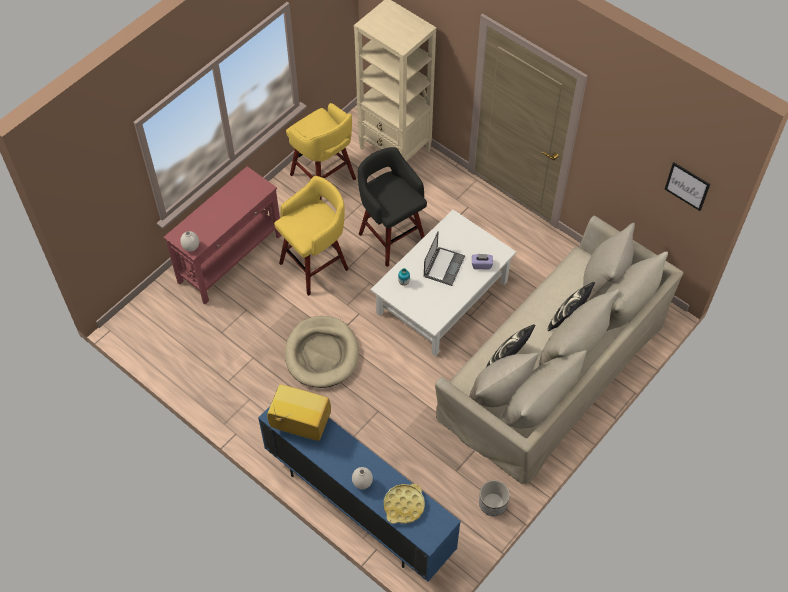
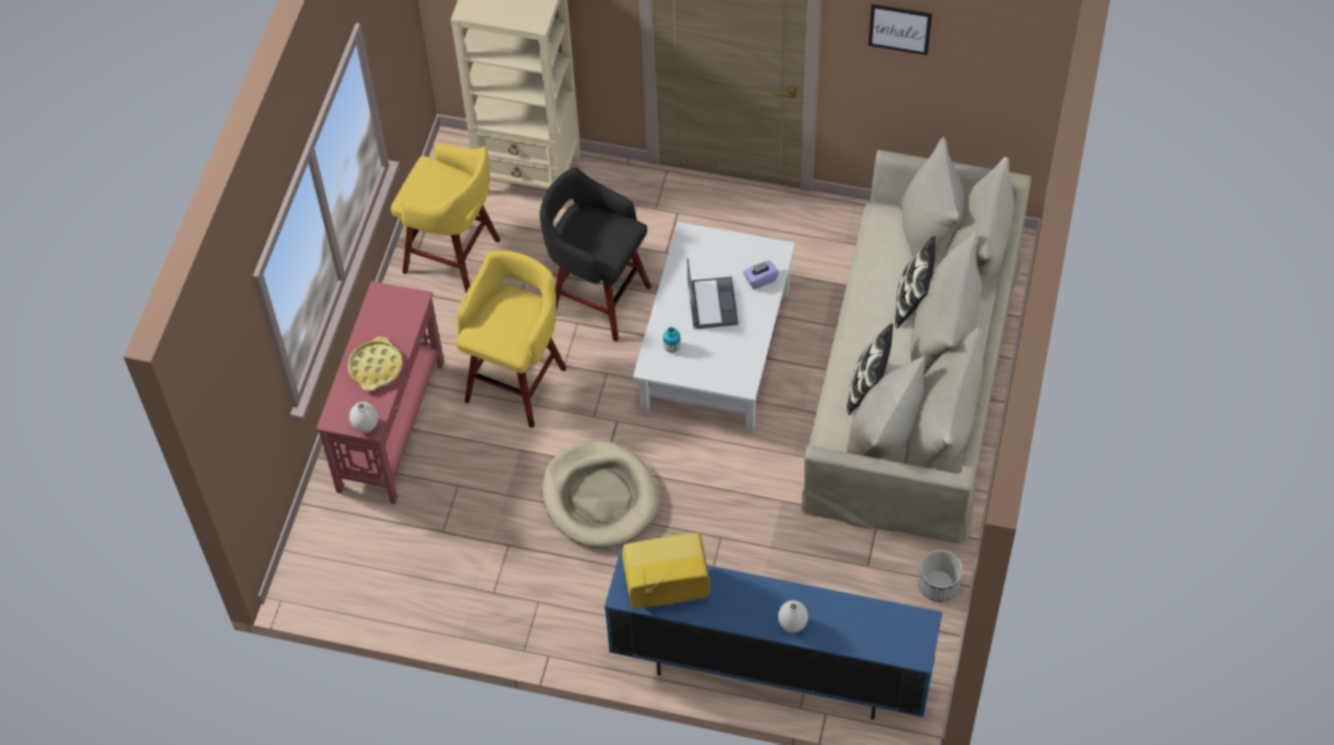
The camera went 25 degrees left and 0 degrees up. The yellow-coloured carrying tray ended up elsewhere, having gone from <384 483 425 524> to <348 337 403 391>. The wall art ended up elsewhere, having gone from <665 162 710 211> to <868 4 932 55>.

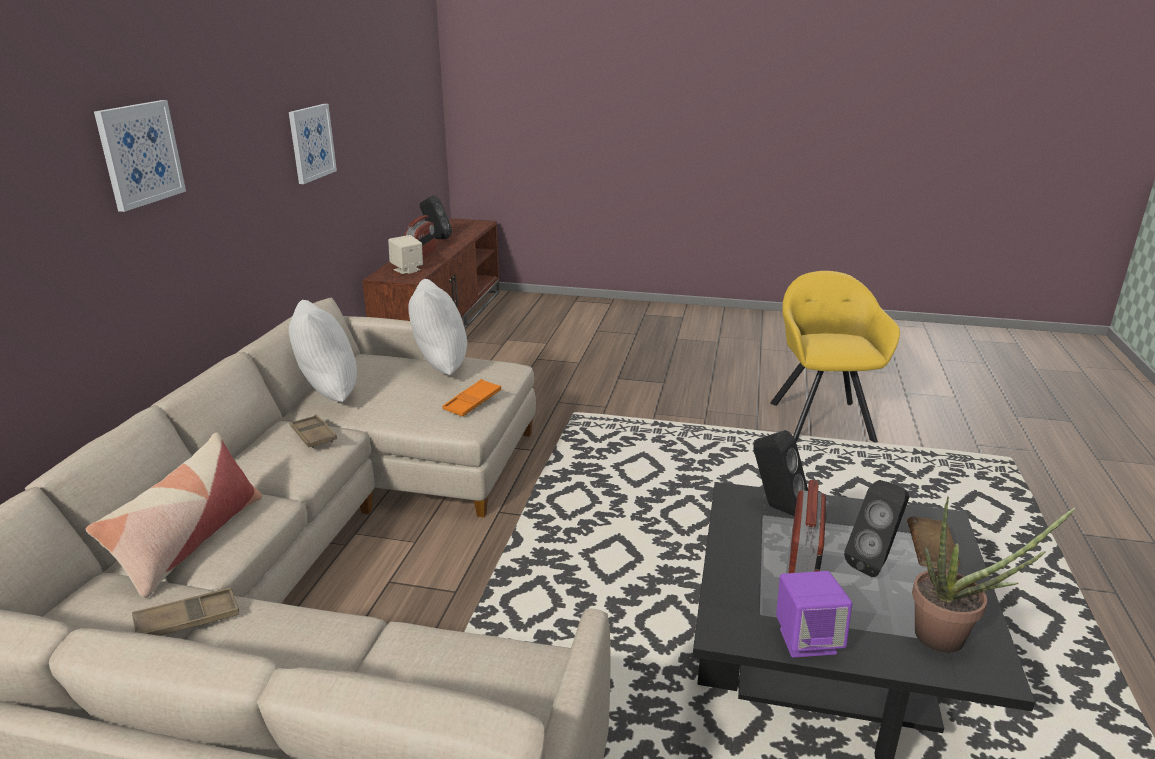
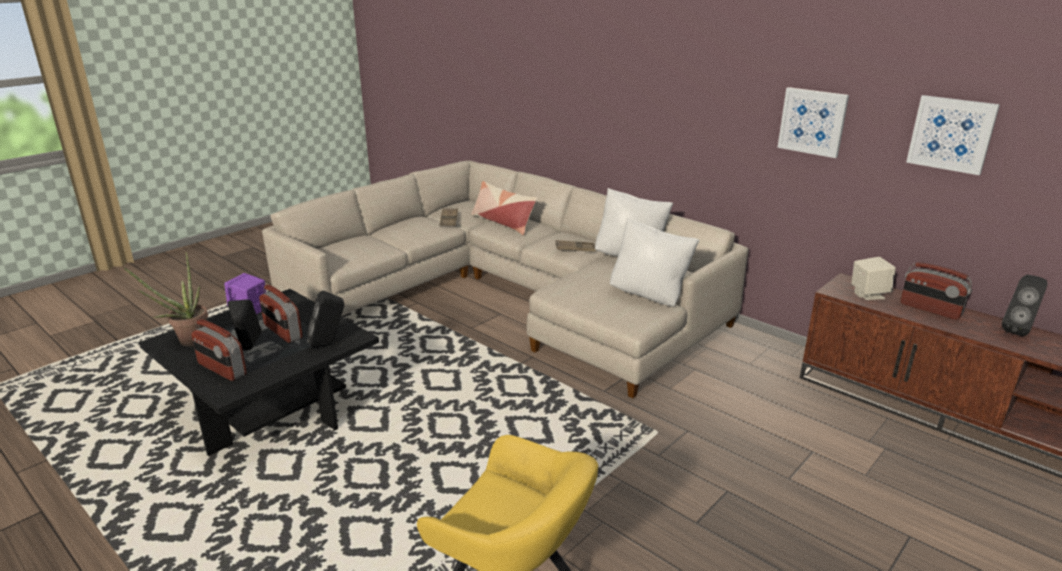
The camera went 120 degrees right and 0 degrees up. Where the brown book stood at <907 516 961 570>, the radio set came to stand at <191 319 247 381>. The wall art ended up elsewhere, having gone from <94 100 186 212> to <906 95 1000 175>. The second view lost the orangey carrying tray at <443 379 501 417>.

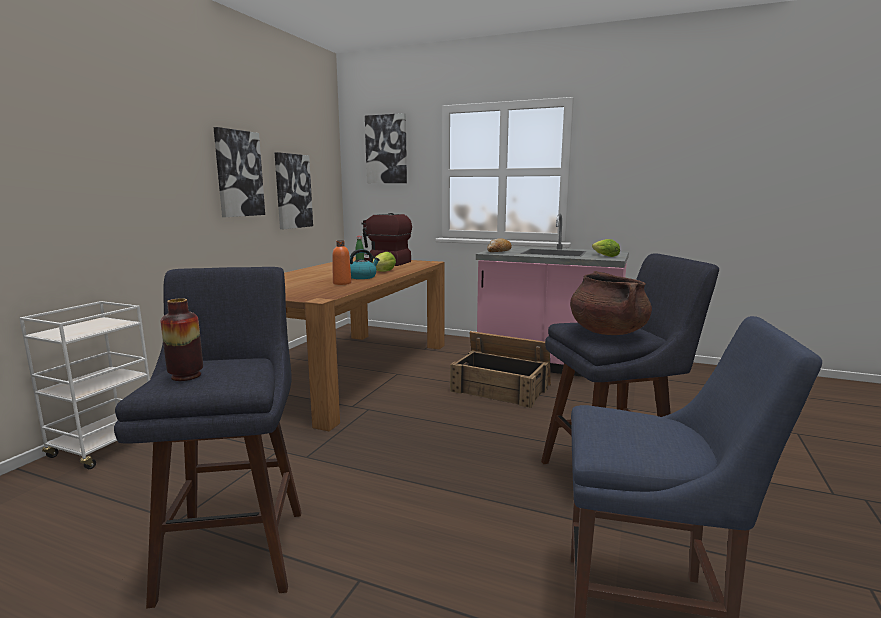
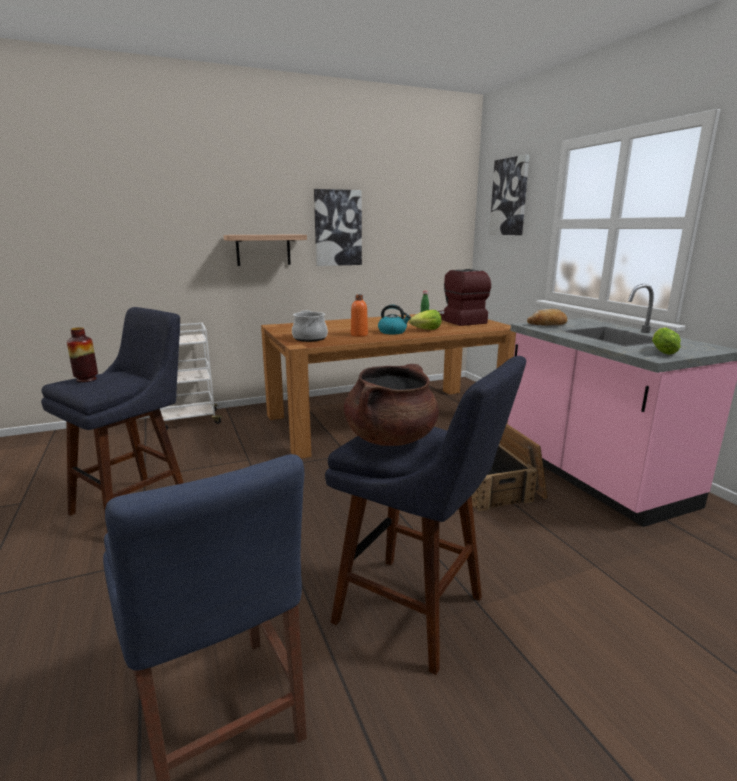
The camera went 45 degrees right and 5 degrees up. The second view gained the shelf at <224 235 307 266>. The second view gained the cooking pot at <292 310 328 342>. The second view lost the wall art at <275 152 313 229>.

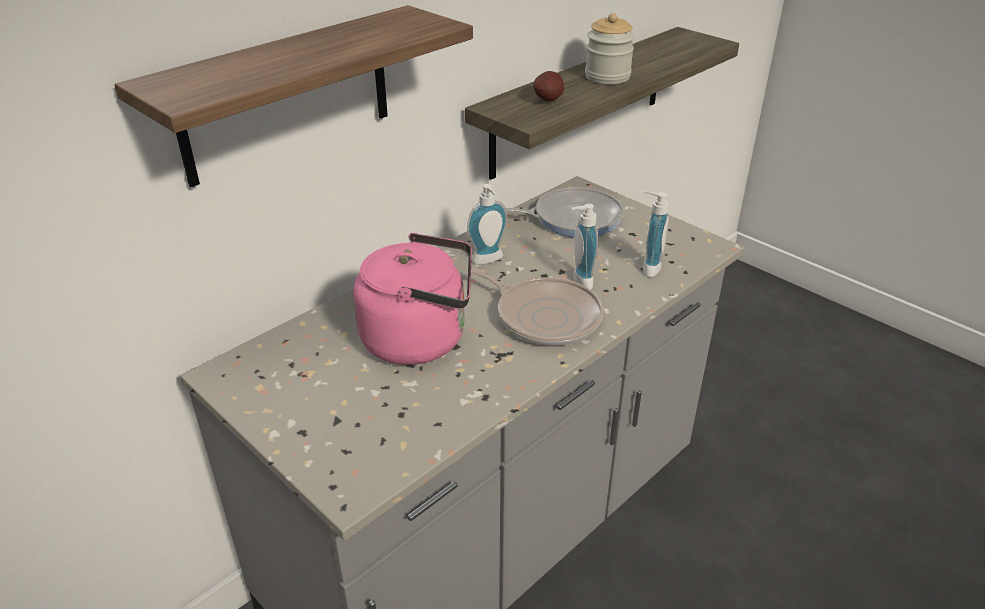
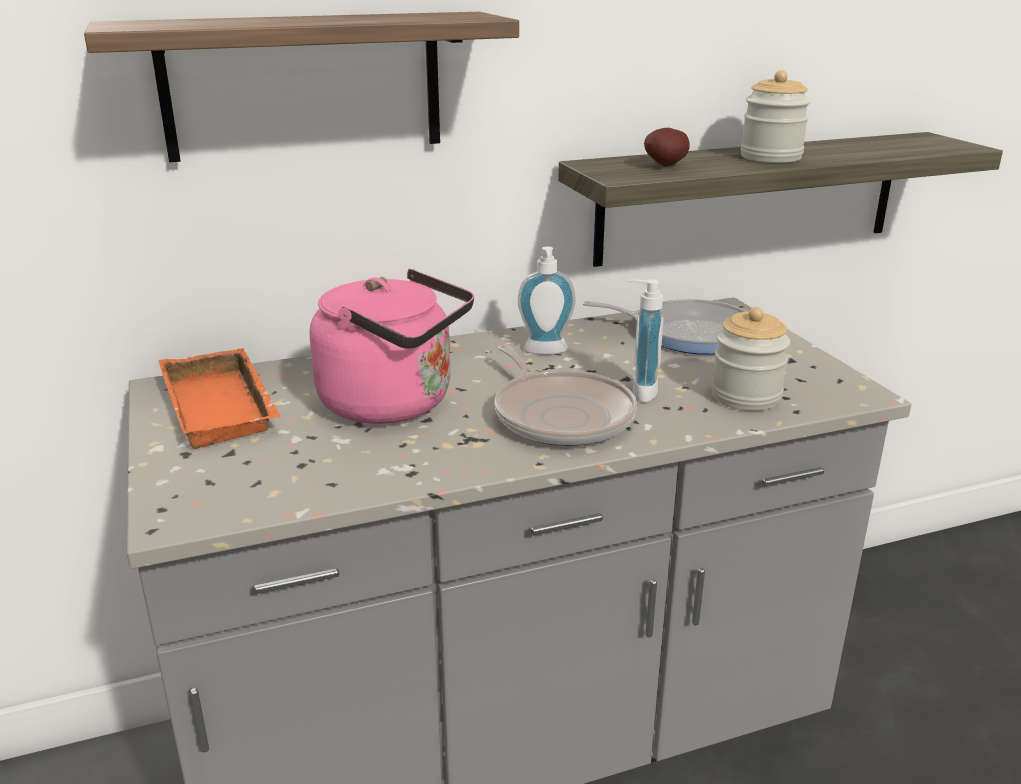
The camera went 25 degrees right and 10 degrees down. The second view gained the orangey carrying tray at <159 348 281 449>. Where the soap bottle stood at <643 191 669 277>, the storage jar came to stand at <711 307 790 411>.

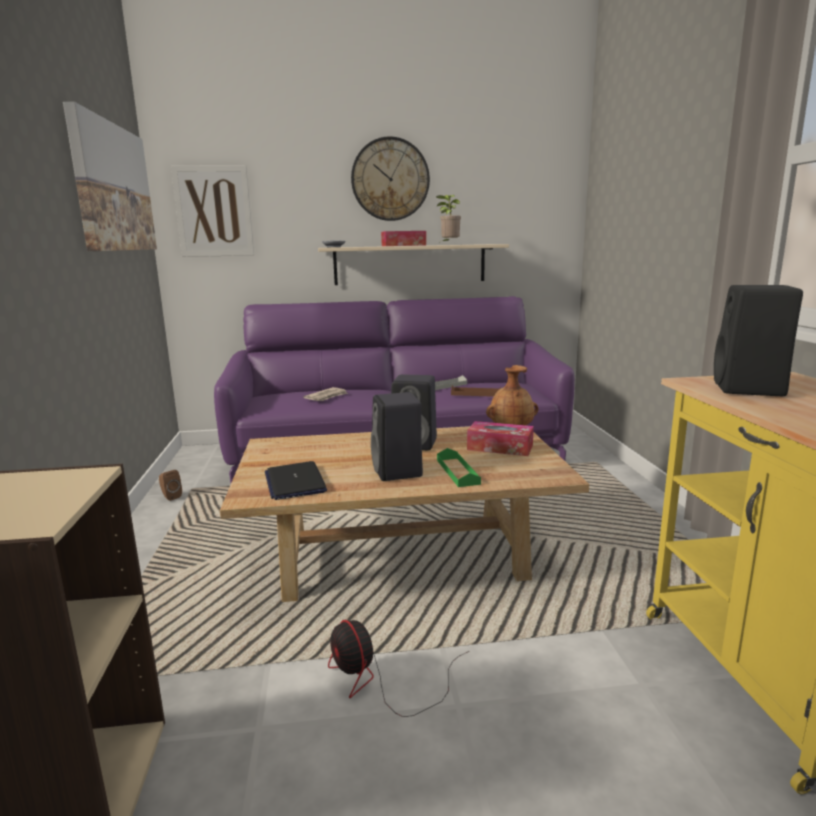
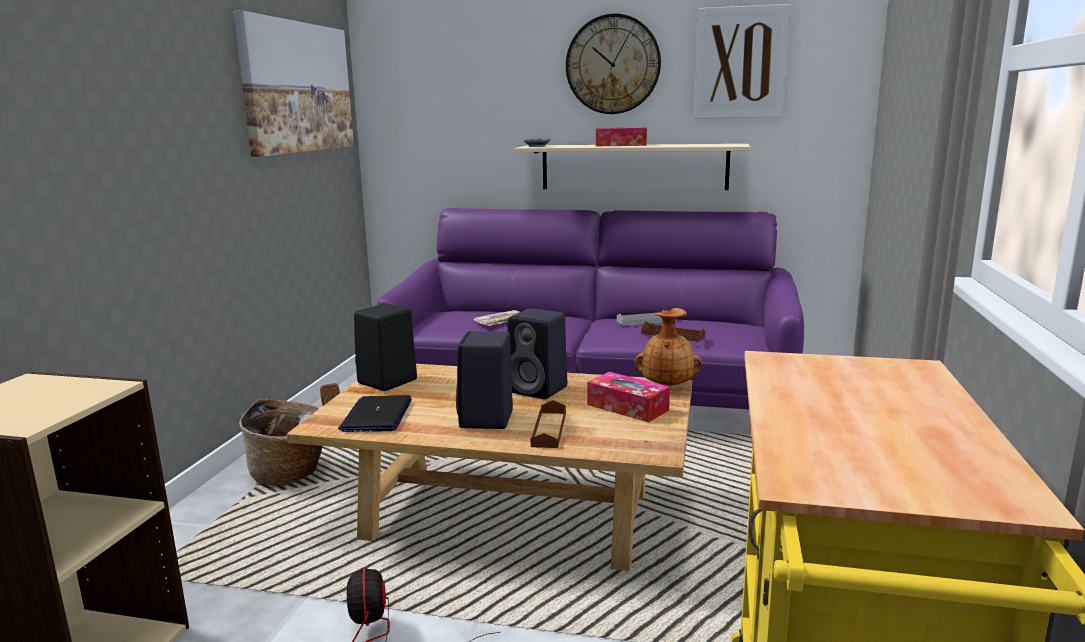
The camera went 20 degrees right and 0 degrees up. The second view gained the basket at <239 399 322 486>. The black loudspeaker ended up elsewhere, having gone from <714 285 803 396> to <354 304 417 391>. What was the green carrying tray at <437 448 481 487> turned into the brown carrying tray at <531 400 566 448>. The wall art ended up elsewhere, having gone from <171 165 254 257> to <694 4 790 119>. The second view lost the houseplant at <436 195 461 243>.

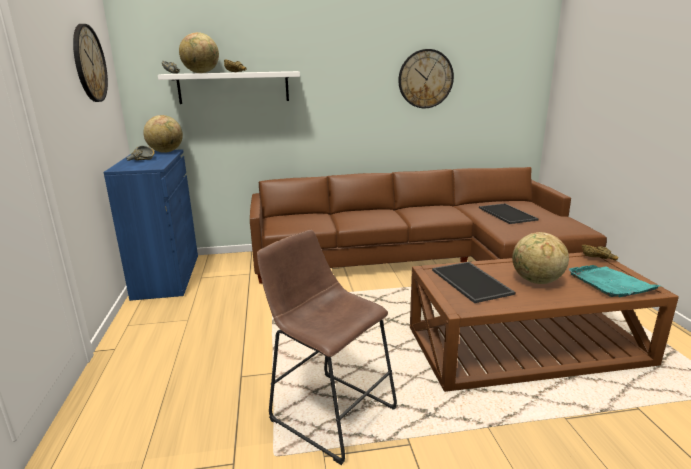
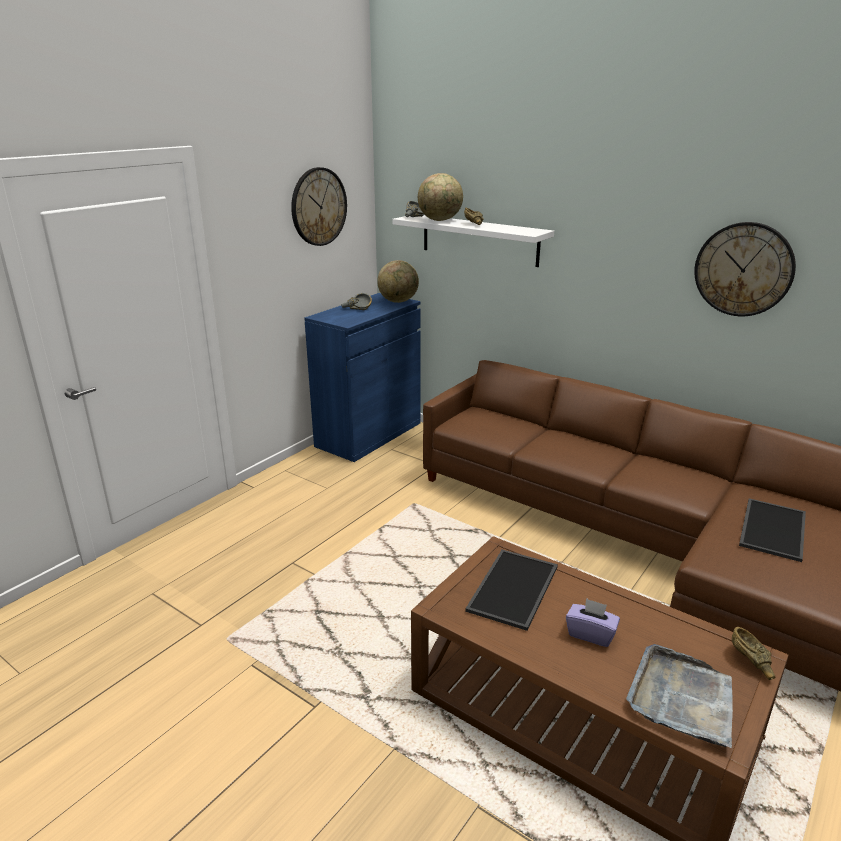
The camera went 45 degrees right and 5 degrees up. Where the desk globe stood at <512 232 569 284>, the purple tissue box came to stand at <566 598 620 647>. What was the turquoise-coloured carrying tray at <569 265 660 297> turned into the gray carrying tray at <626 644 733 748>. The second view lost the brown sitting stool at <257 230 397 465>.

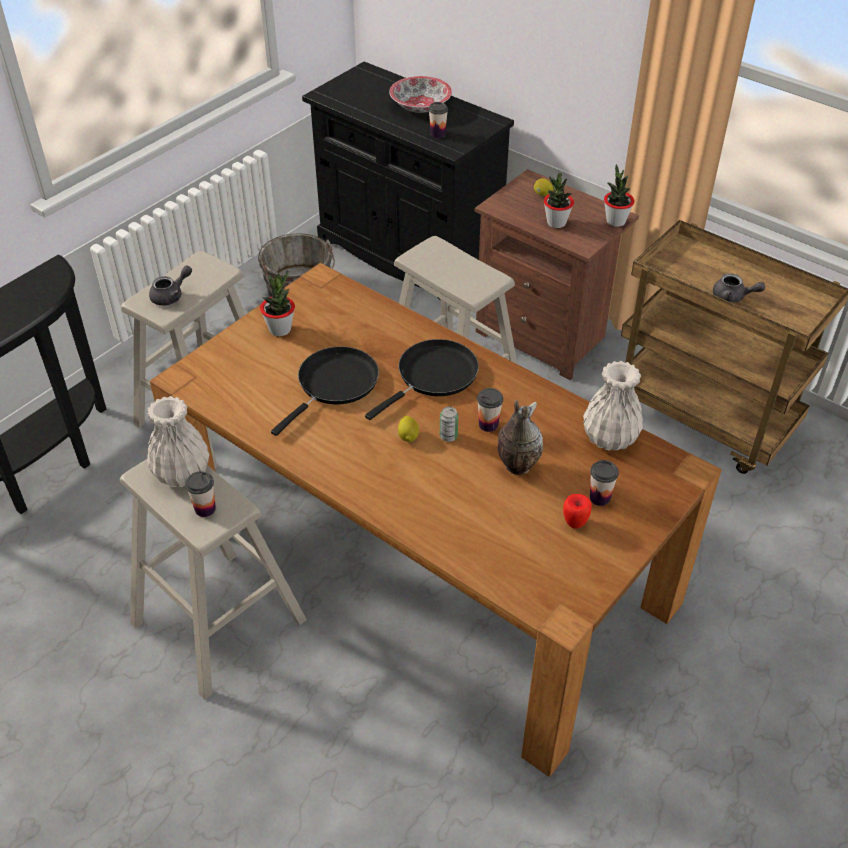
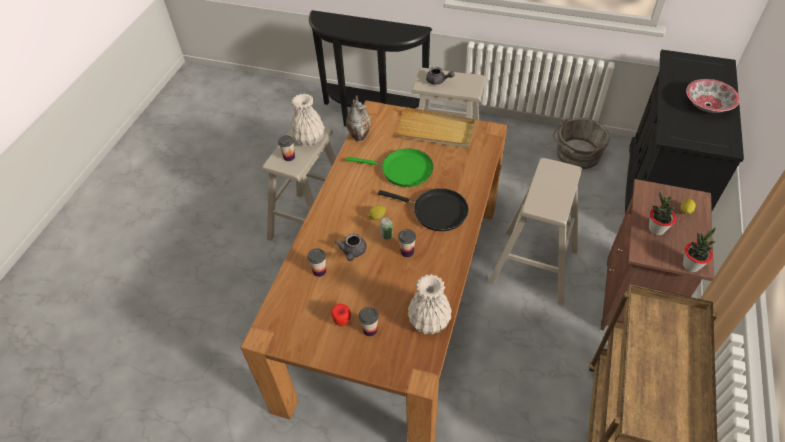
The camera went 70 degrees right and 5 degrees up. The cup ended up elsewhere, having gone from <428 102 448 138> to <307 248 326 277>. The gray tea pot ended up elsewhere, having gone from <713 273 765 303> to <335 234 367 261>. The vase ended up elsewhere, having gone from <498 400 543 475> to <346 95 371 142>. What was the black frying pan at <271 346 379 436> turned into the green frying pan at <346 148 433 187>. Where the houseplant stood at <260 271 295 336>, the beige-coloured carrying tray came to stand at <394 107 476 149>.

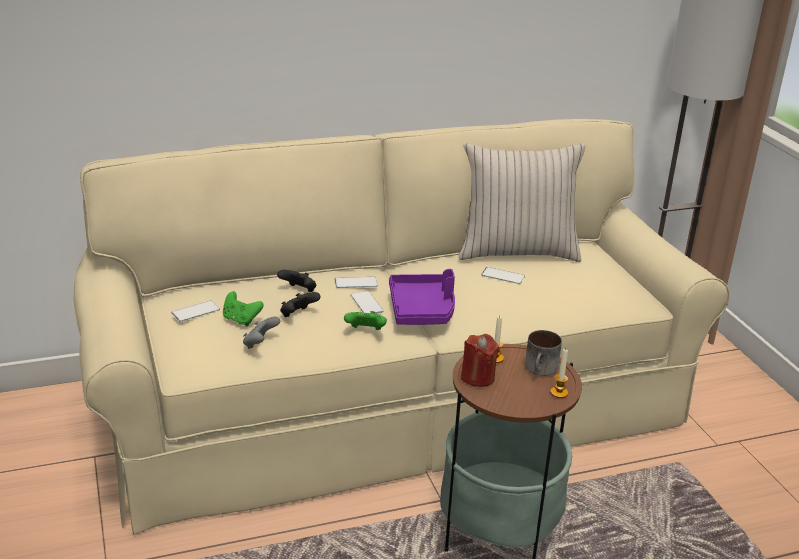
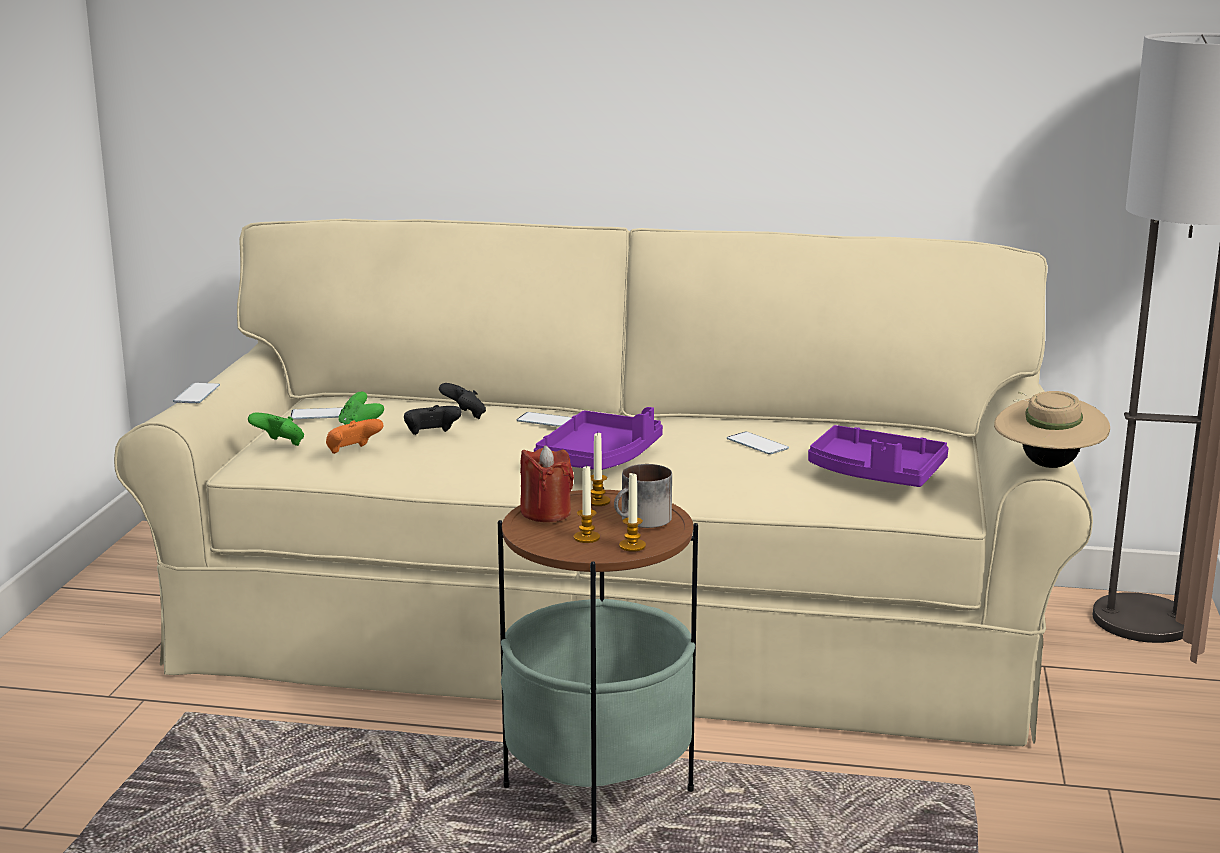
The camera went 30 degrees right and 10 degrees down. The phone ended up elsewhere, having gone from <351 291 384 314> to <173 383 220 403>. The green gamepad ended up elsewhere, having gone from <344 311 387 330> to <248 413 304 446>. What was the gray gamepad at <243 316 280 349> turned into the orangey gamepad at <326 419 383 454>. The second view gained the wax light at <574 464 600 543>. The second view gained the purple carrying tray at <808 425 949 487>. The second view gained the beige-coloured clothing hat at <994 391 1110 468>. The second view lost the beige-coloured cushion at <459 143 585 262>.

